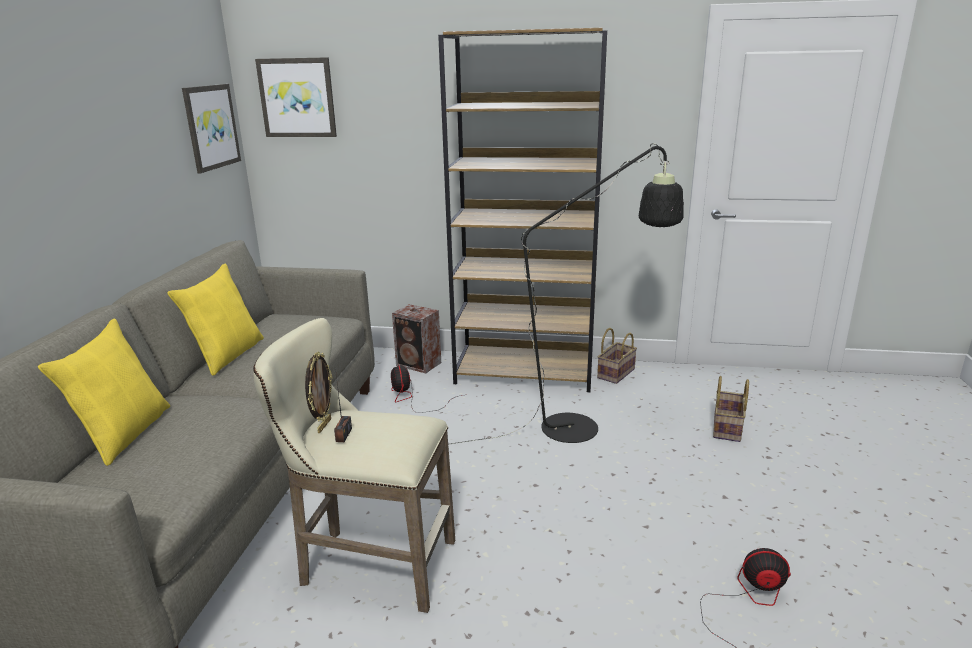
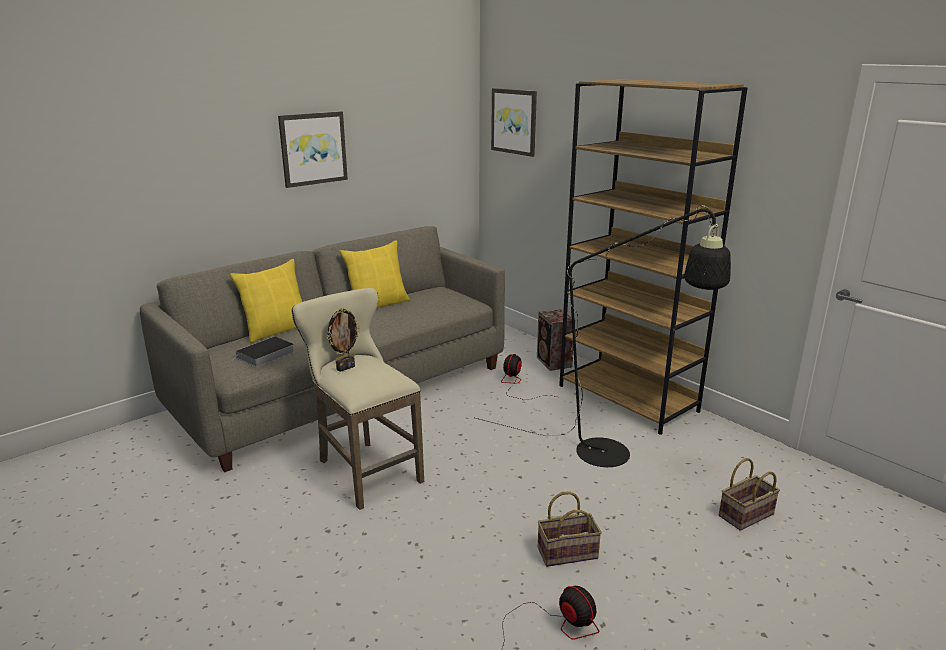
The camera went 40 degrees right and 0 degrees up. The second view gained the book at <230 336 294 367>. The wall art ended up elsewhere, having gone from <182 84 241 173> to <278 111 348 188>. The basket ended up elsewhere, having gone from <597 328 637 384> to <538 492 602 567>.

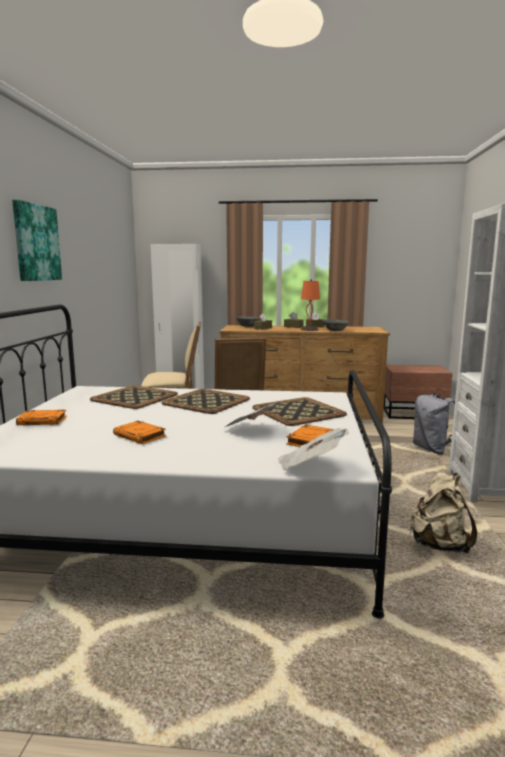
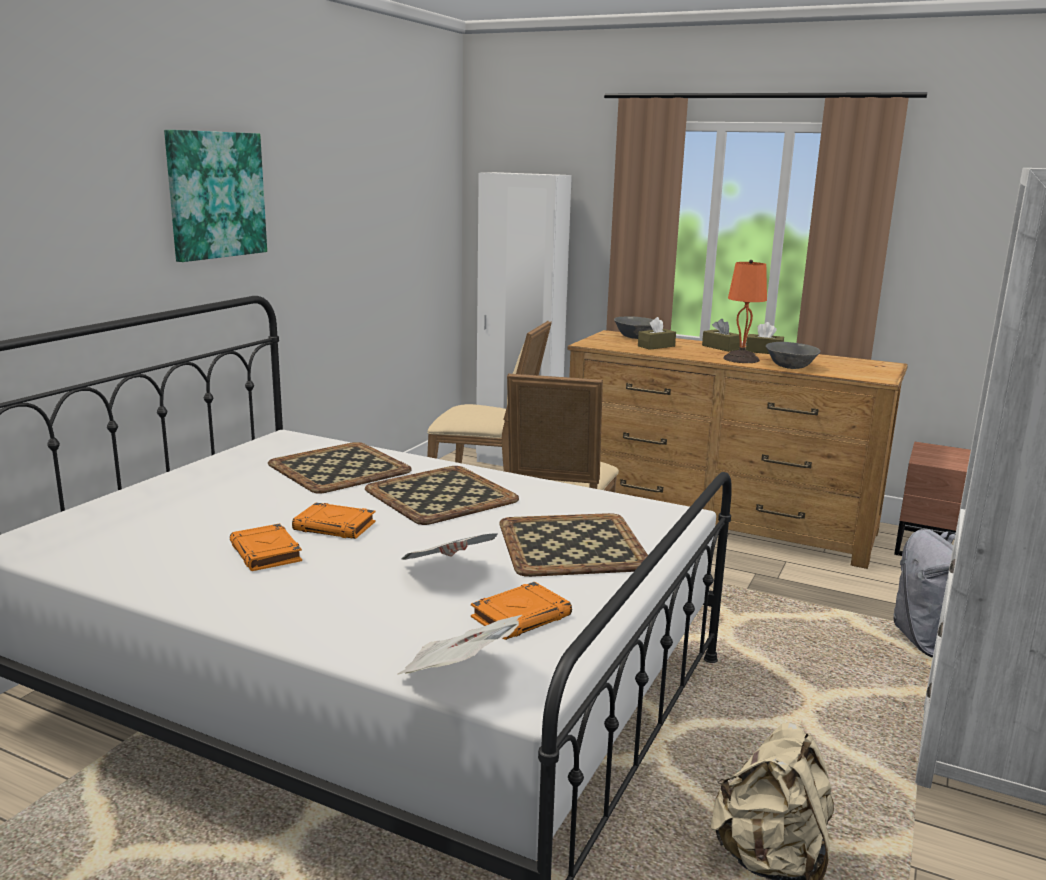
The camera went 20 degrees right and 5 degrees up. The orangey book ended up elsewhere, having gone from <16 409 67 426> to <292 502 376 539>.

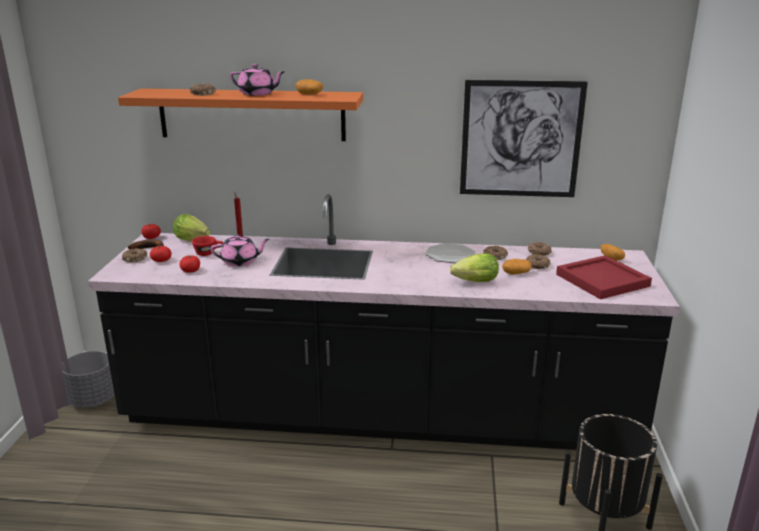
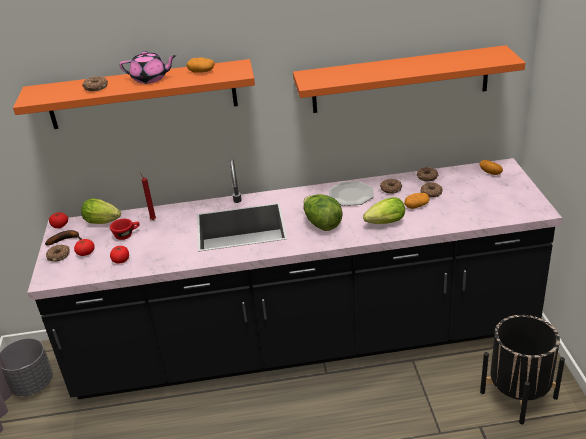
The camera went 10 degrees left and 10 degrees up. Where the wall art hung at <460 80 588 197>, the orangey shelf came to hang at <293 45 525 113>. The second view gained the head of lettuce at <303 194 342 231>. The second view lost the pink-coloured tea pot at <210 235 269 267>. The second view lost the red-coloured carrying tray at <556 255 652 299>.

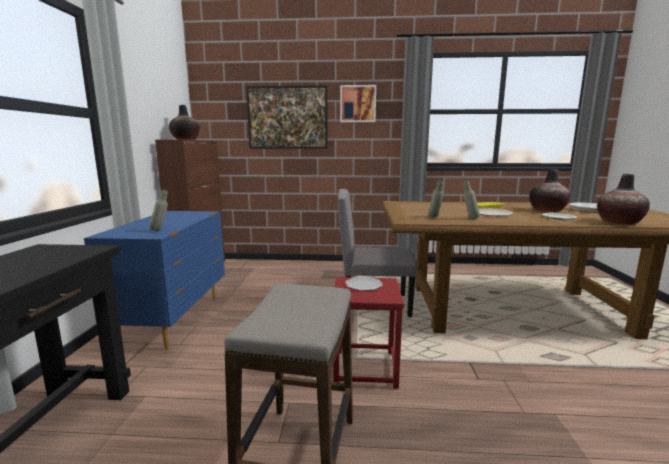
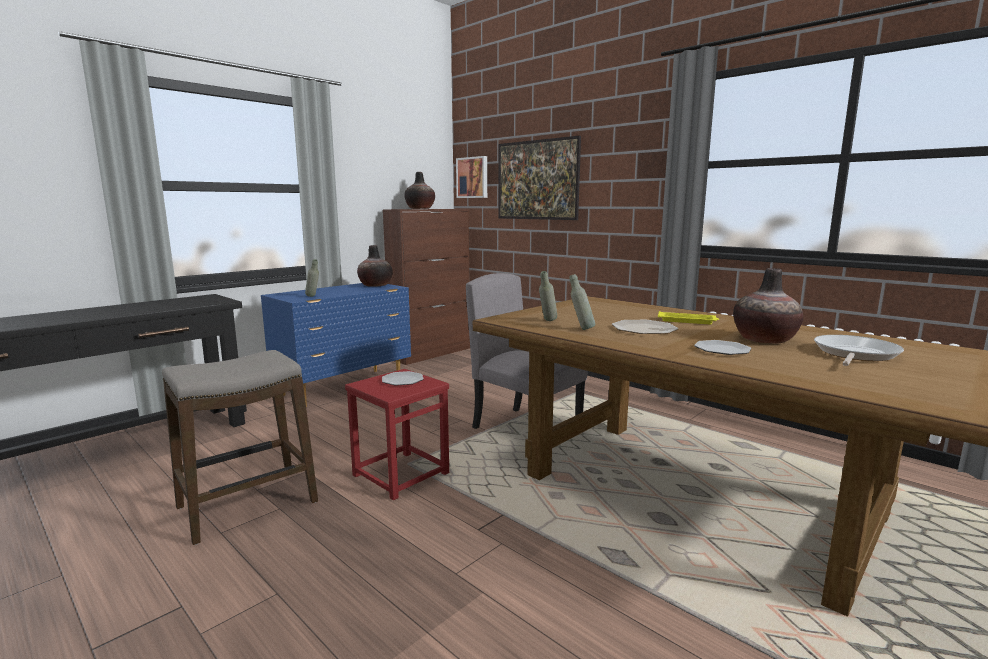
The camera went 40 degrees right and 0 degrees up. The vase ended up elsewhere, having gone from <597 174 650 225> to <357 245 393 287>. The wall art ended up elsewhere, having gone from <340 85 376 122> to <456 156 487 198>.

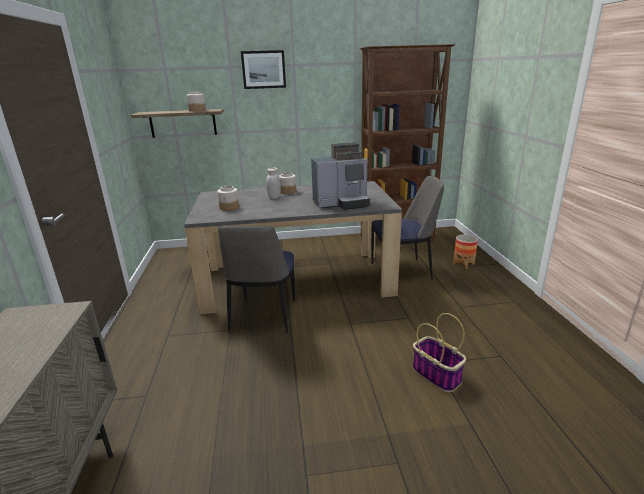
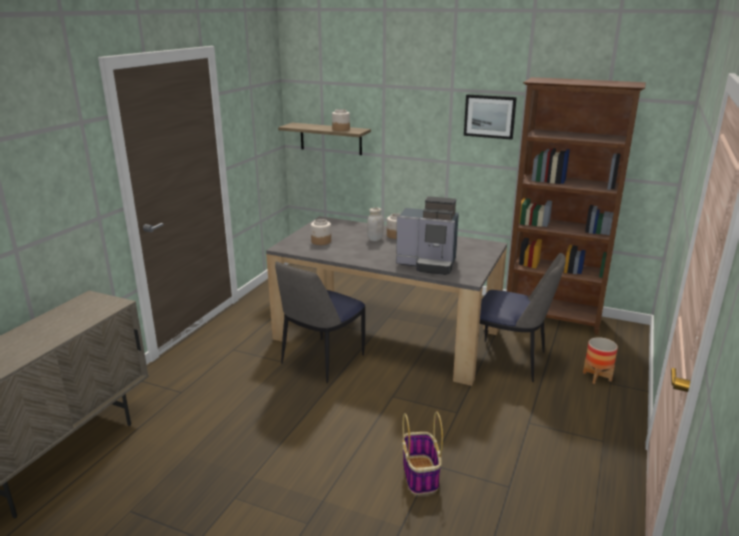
The camera went 30 degrees right and 0 degrees up. The wall art ended up elsewhere, having gone from <241 50 286 89> to <464 94 517 140>.

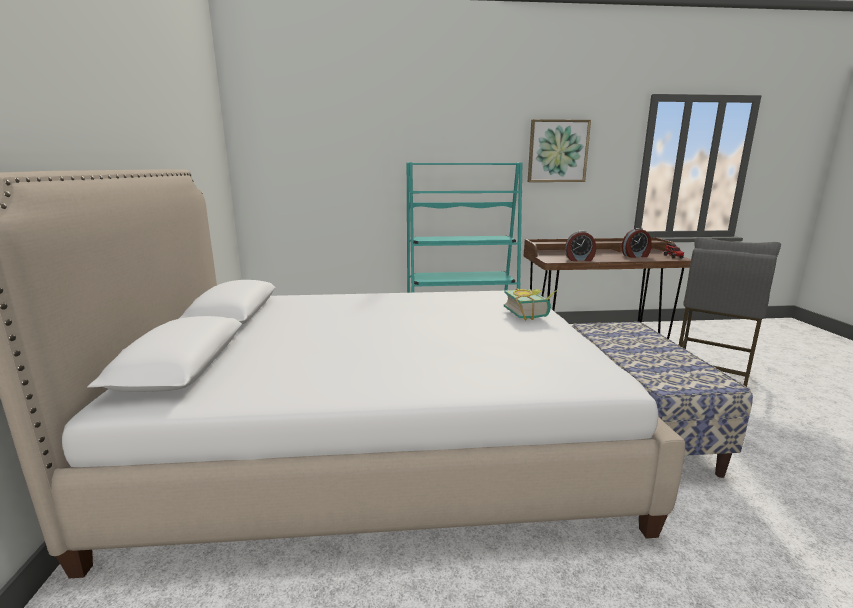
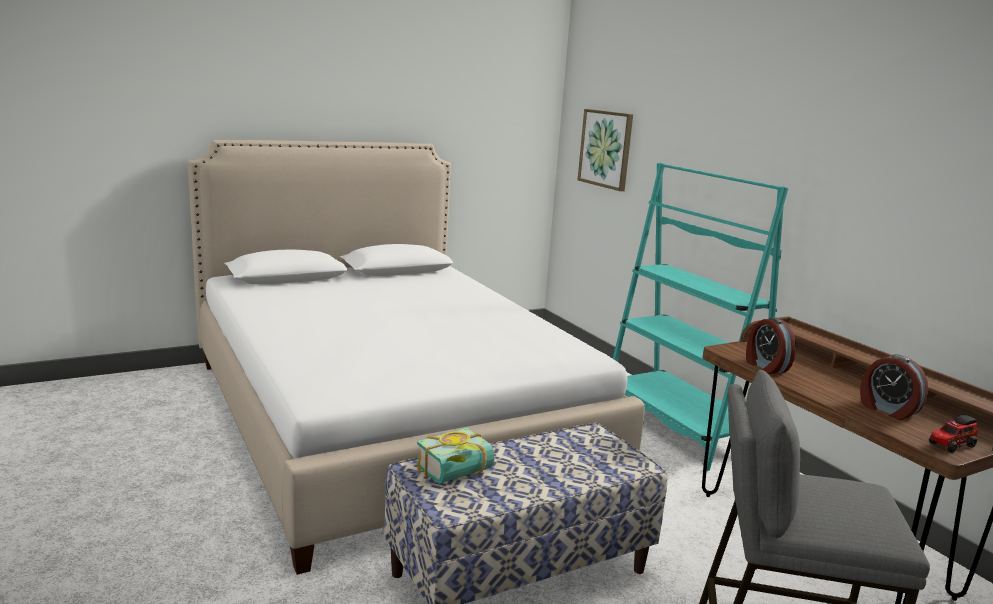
The camera went 65 degrees right and 0 degrees up. The book ended up elsewhere, having gone from <504 288 558 320> to <416 428 494 484>. The wall art ended up elsewhere, having gone from <528 119 591 182> to <578 109 633 191>.

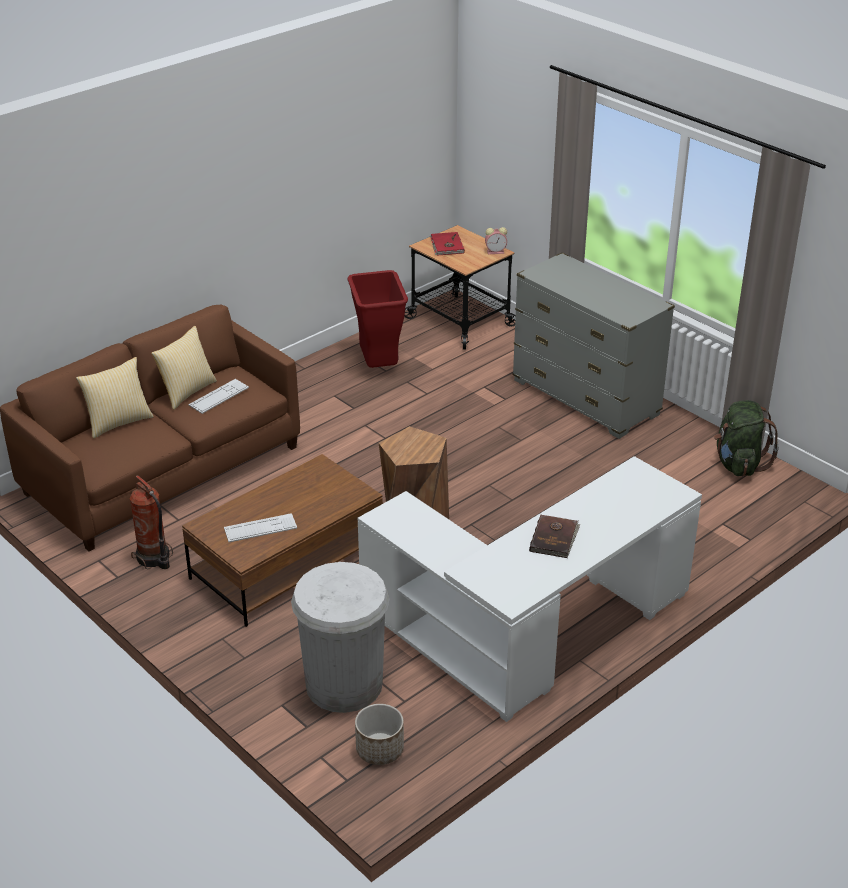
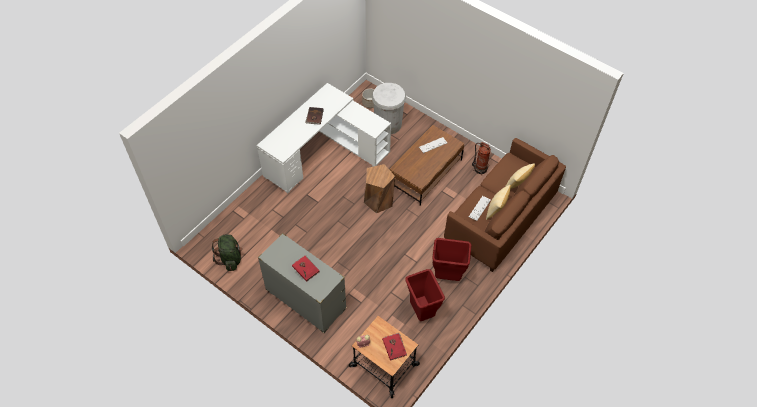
The camera went 170 degrees right and 20 degrees up. The second view gained the red-coloured book at <292 255 320 281>. The second view gained the red-coloured waste bin at <432 238 471 281>.

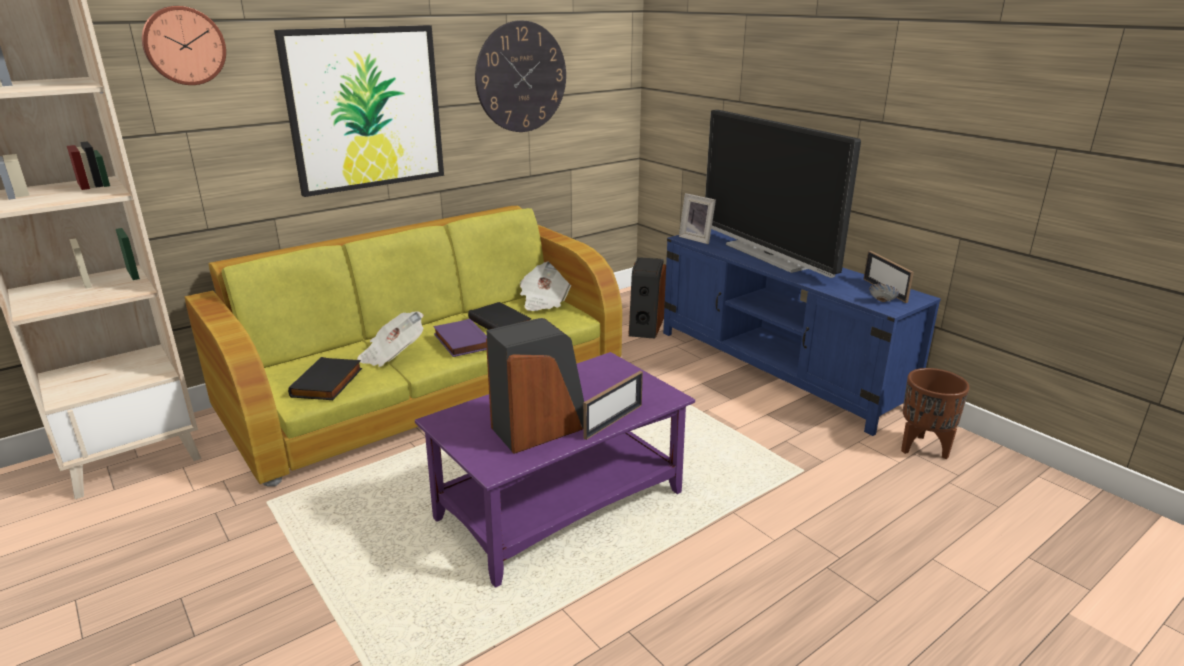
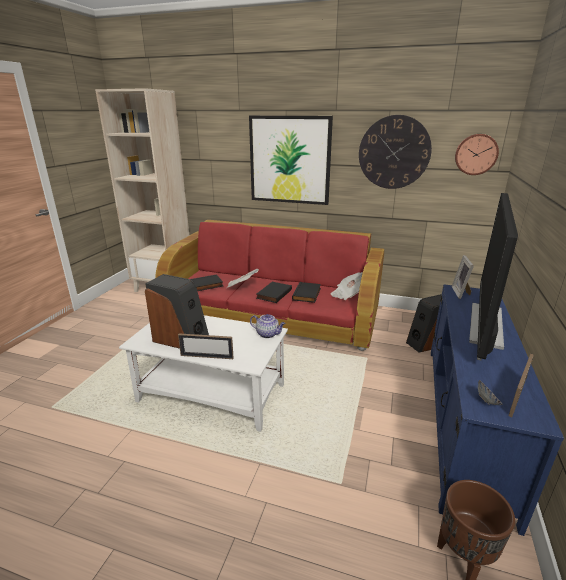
The camera went 55 degrees right and 0 degrees up. What was the purple lounge table at <415 352 695 588> turned into the whitish lounge table at <119 315 288 432>. What was the green sofa at <185 206 622 487> turned into the red-coloured sofa at <155 220 384 351>. The second view gained the tea pot at <250 314 286 338>. What was the purple book at <433 319 487 357> turned into the black book at <256 282 292 303>. The wall clock ended up elsewhere, having gone from <142 6 226 85> to <455 134 499 175>.

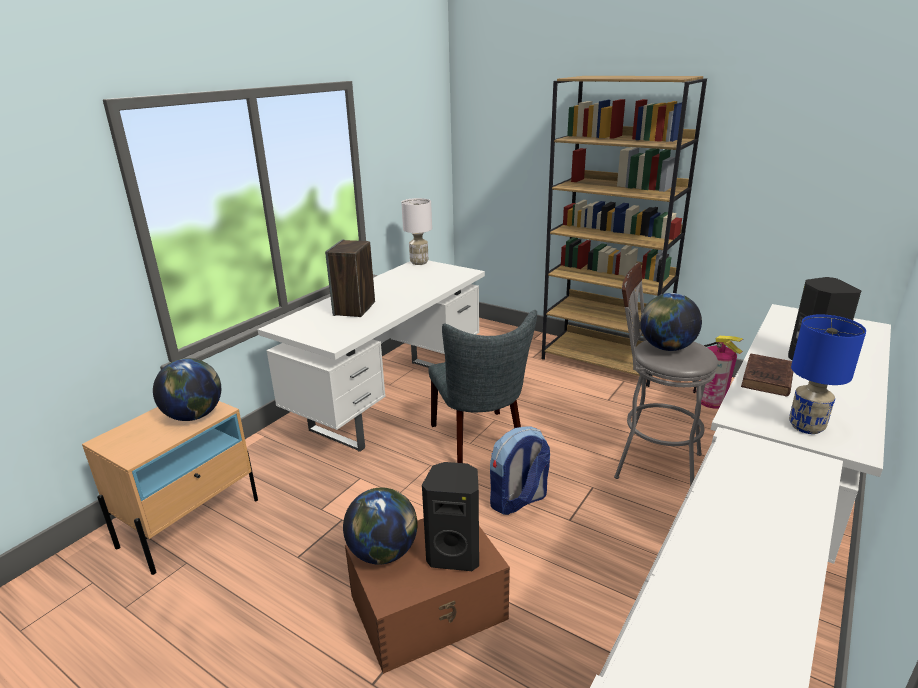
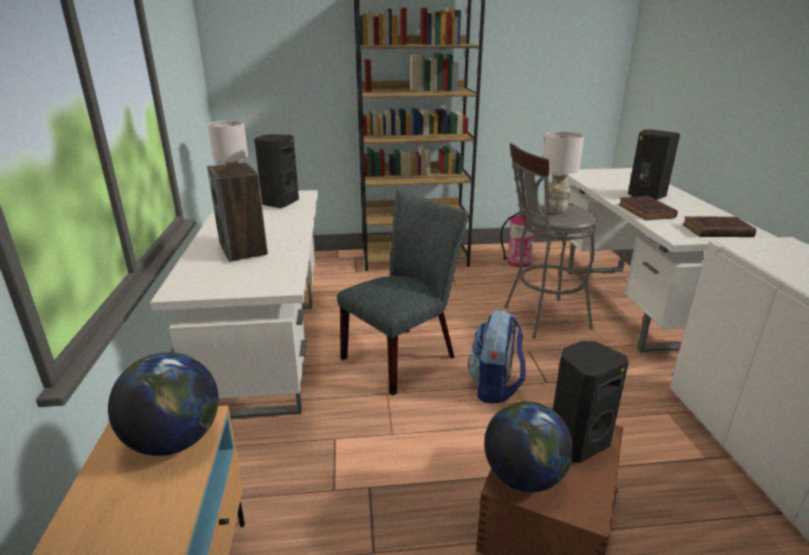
The camera went 40 degrees left and 0 degrees up. The second view gained the black loudspeaker at <254 134 299 208>. The gray upright chair at <428 310 537 463> ended up facing another way, 75 degrees counterclockwise from before. Where the desk globe stood at <640 293 702 351>, the whitish table lamp came to stand at <543 131 584 214>. Where the blue table lamp stood at <789 314 866 434>, the brown book came to stand at <683 217 756 237>.

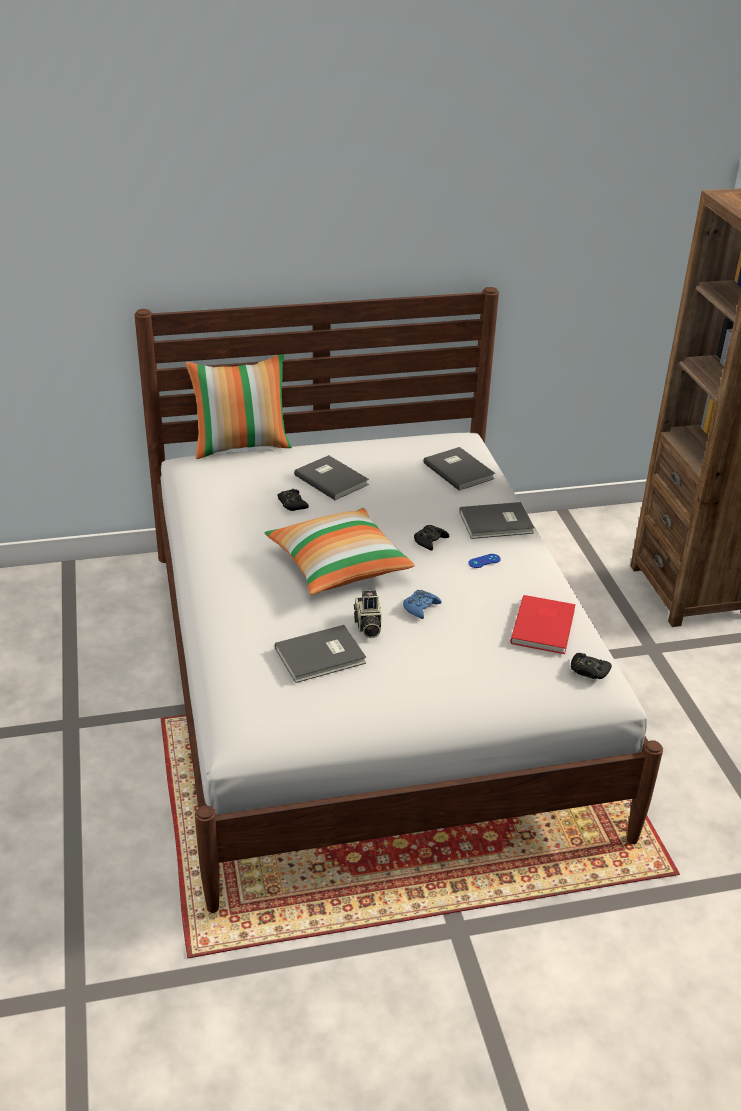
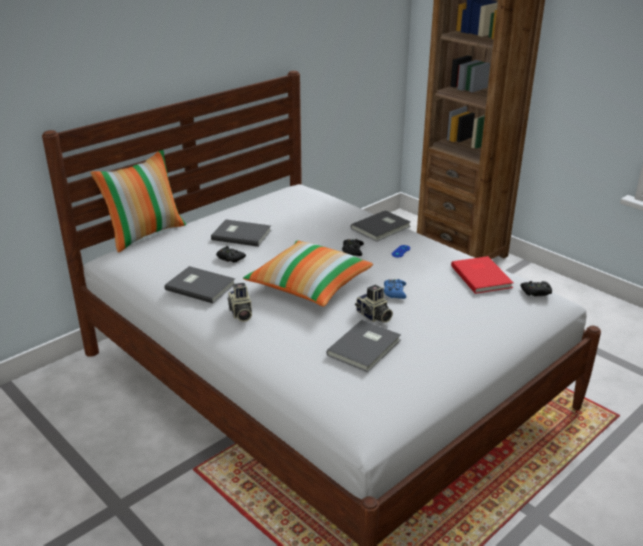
The camera went 30 degrees left and 5 degrees down. The gray book ended up elsewhere, having gone from <423 447 495 490> to <165 266 236 304>. The second view gained the still camera at <227 283 252 322>.

